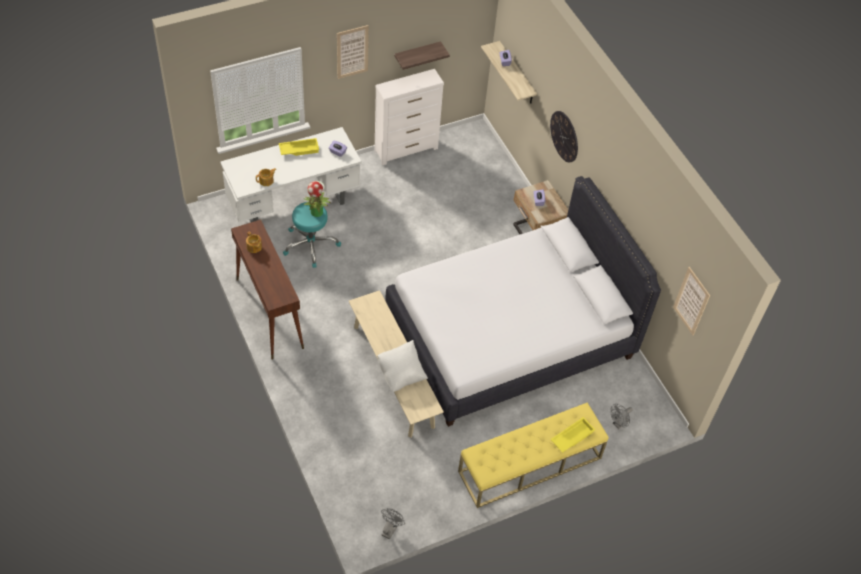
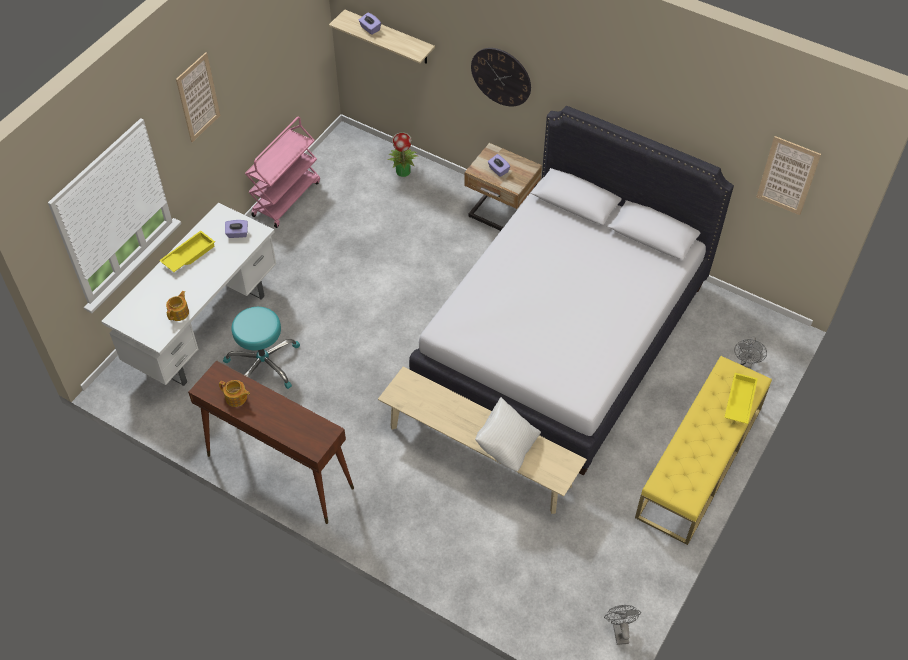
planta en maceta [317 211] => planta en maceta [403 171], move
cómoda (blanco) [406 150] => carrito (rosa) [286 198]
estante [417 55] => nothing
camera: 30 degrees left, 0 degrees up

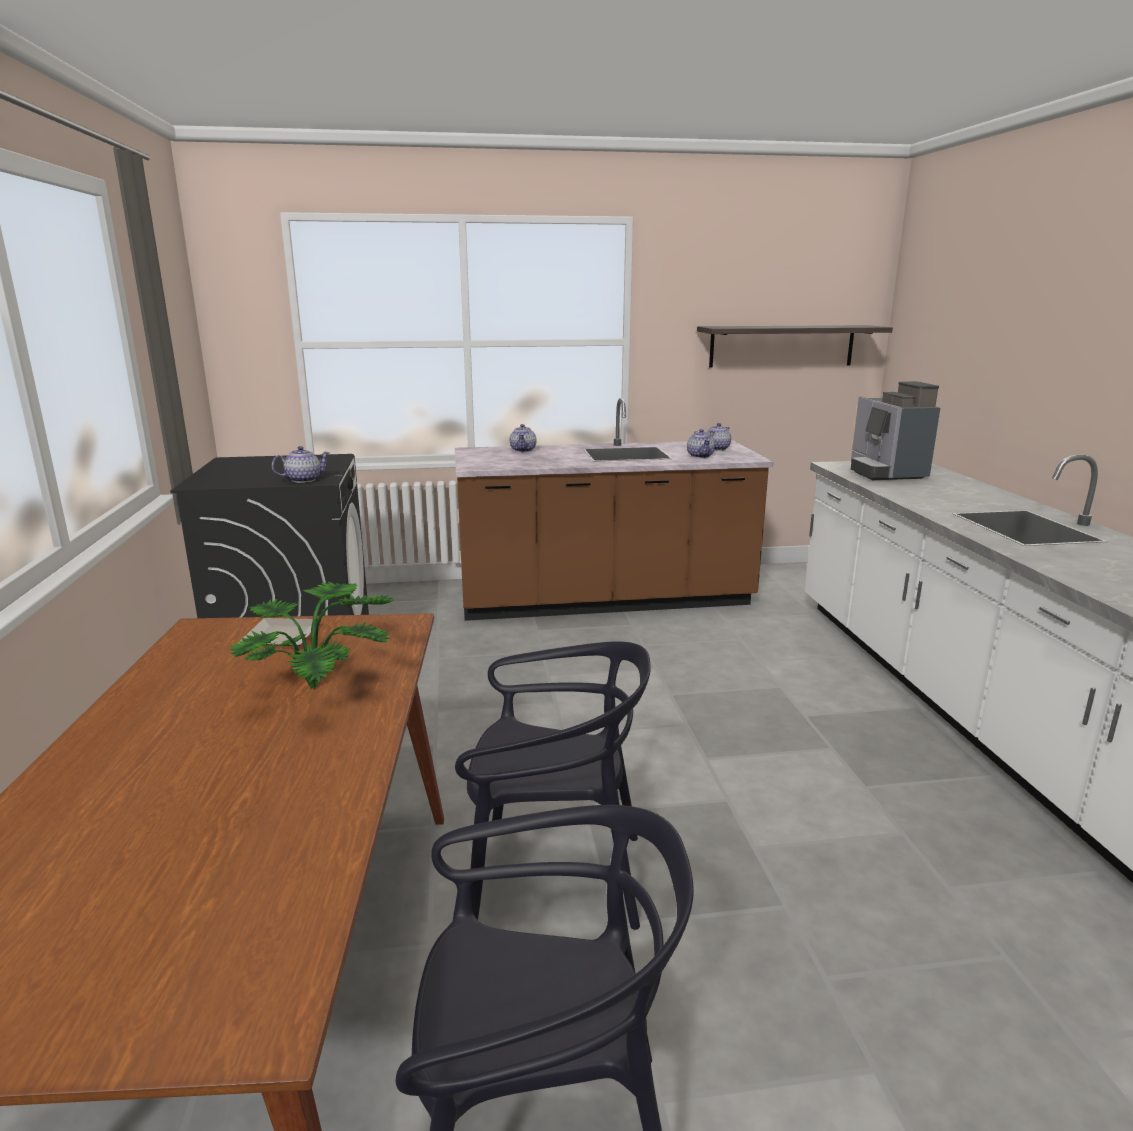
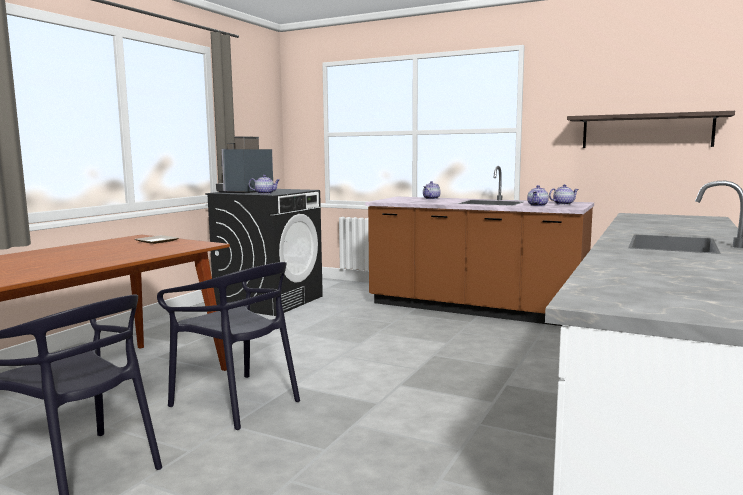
planta en maceta [324 687] => nothing
cafetera [885 473] => cafetera [245 191], move
camera: 35 degrees right, 10 degrees down

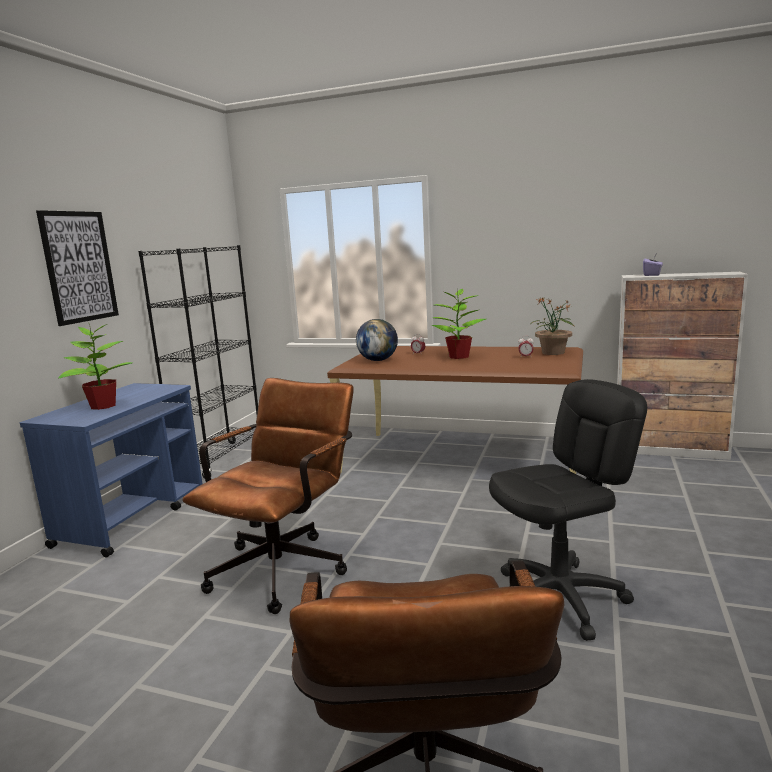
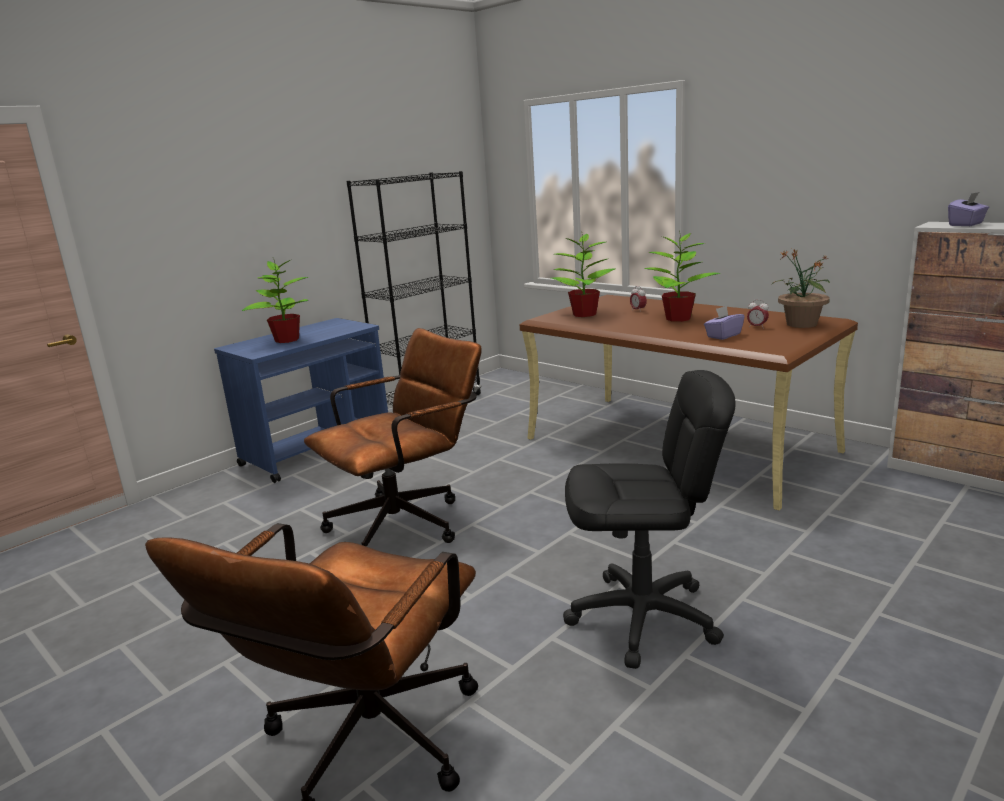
cuadro [79 267] => nothing
globo terráqueo [378 360] => planta en maceta [583 314]
nothing => caja de pañuelos (morado) [723 335]
camera: 25 degrees right, 5 degrees up

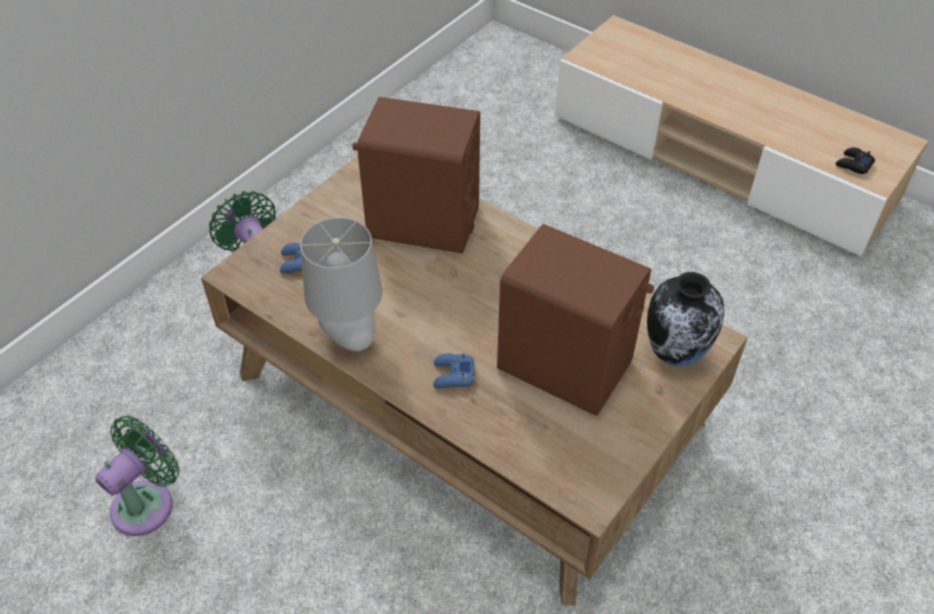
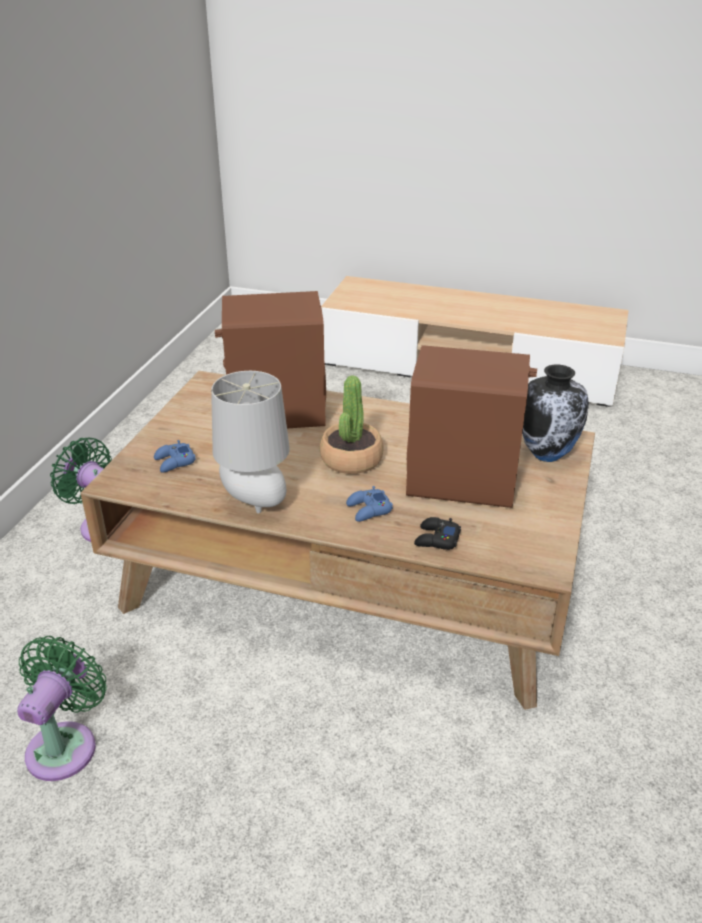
mando de consola (negro) [853 164] => mando de consola (negro) [436 539], move
nothing => planta en maceta [351 459]
camera: 20 degrees left, 15 degrees down

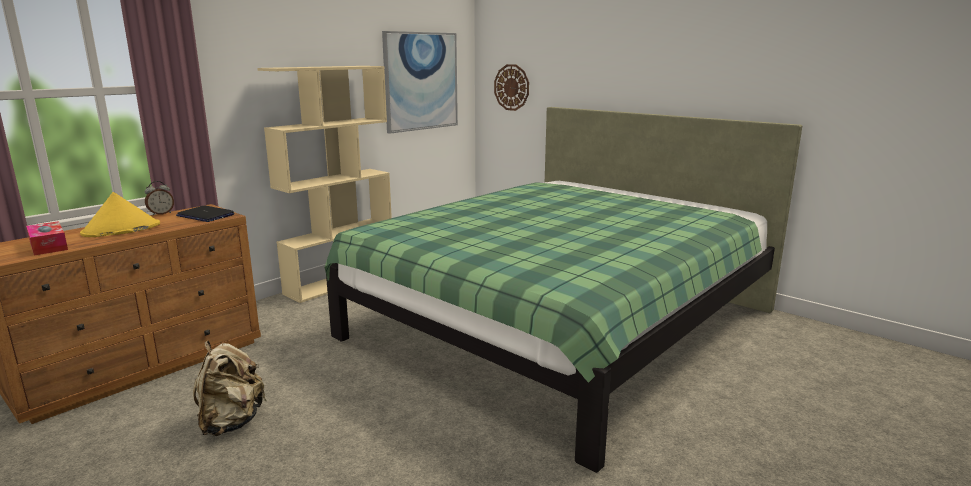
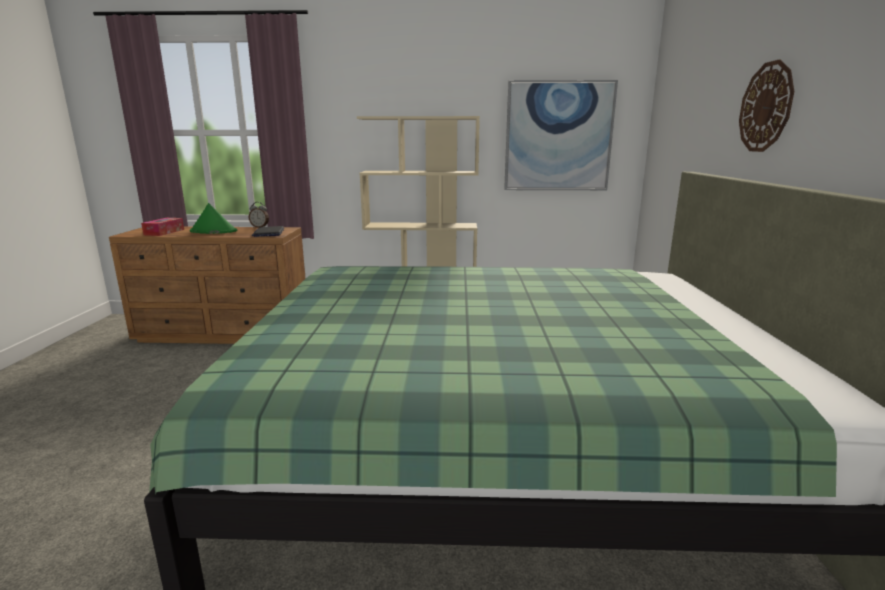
sombrero (amarillo) [121 229] => sombrero (verde) [213 231]
mochila (beis) [231 422] => nothing
reloj de pared [511 87] => reloj de pared [766 107], move
camera: 50 degrees right, 0 degrees up

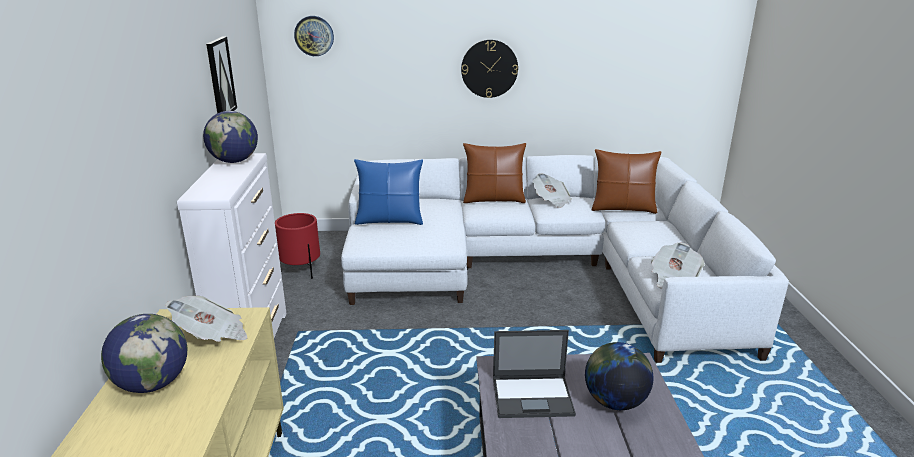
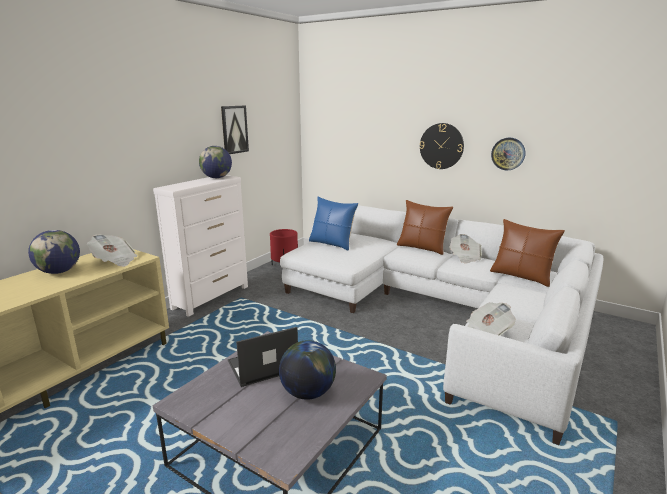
reloj de pared [314 36] => reloj de pared [508 153], move
portátil [533 396] => portátil [262 366], 120 degrees clockwise
camera: 35 degrees right, 5 degrees down

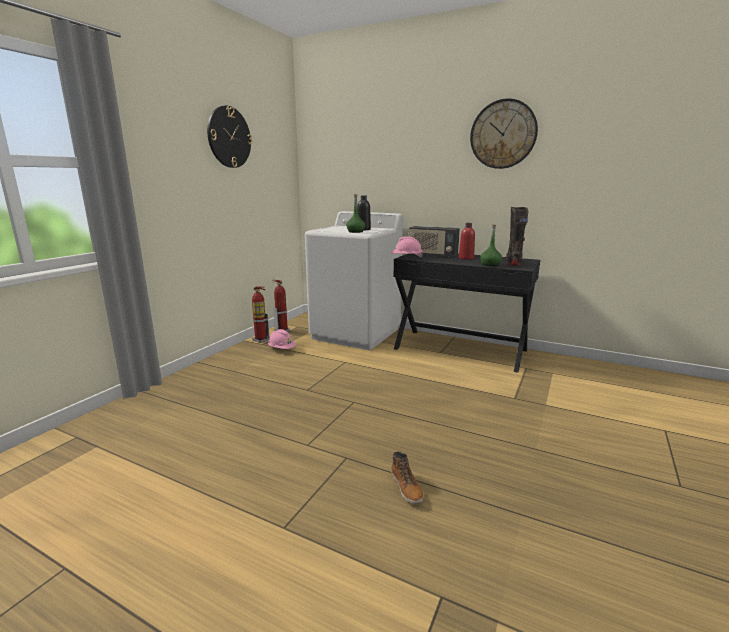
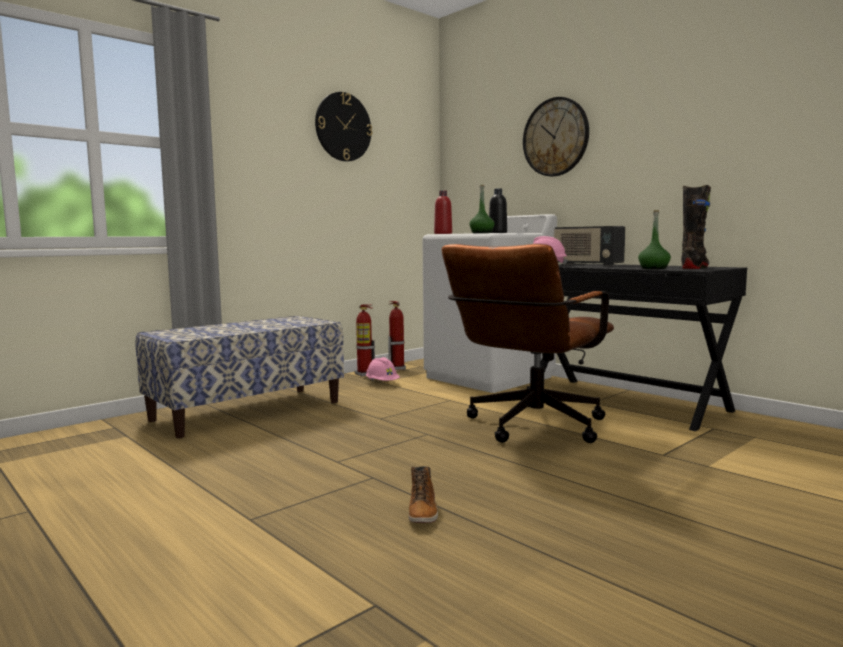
botella (rojo) [466 258] => botella (rojo) [443 233], move
reloj de pared [503 134] => reloj de pared [555 137], move
nothing => banco [247 410]
nothing => silla de oficina (marrón) [529 428]
camera: 20 degrees right, 10 degrees down

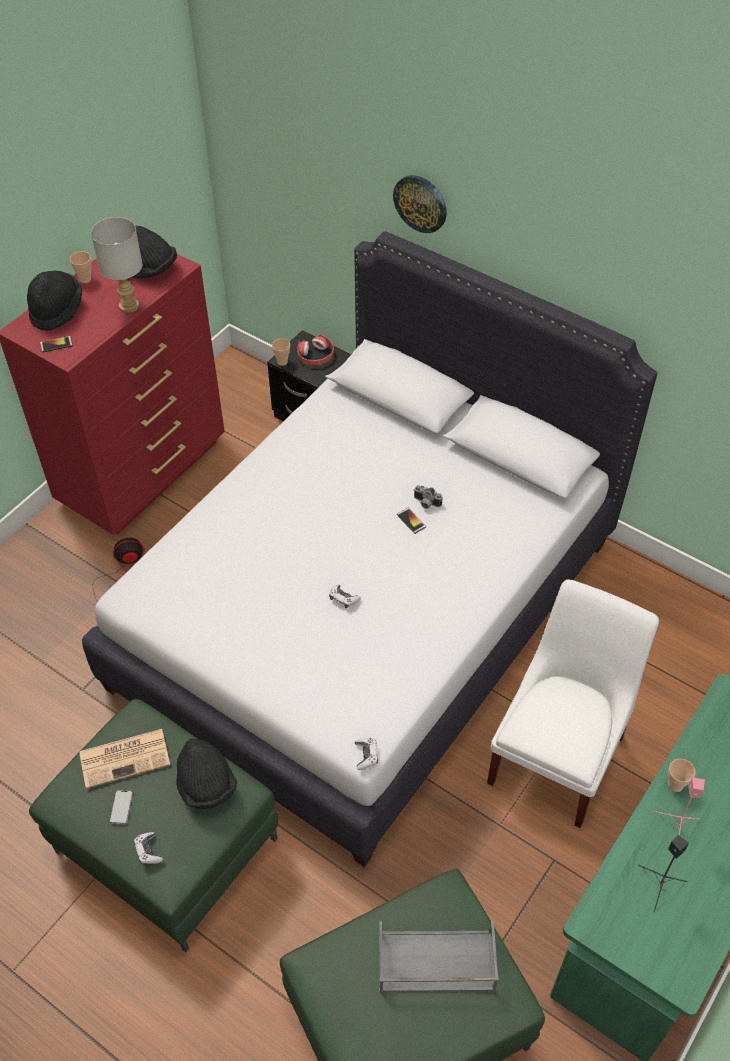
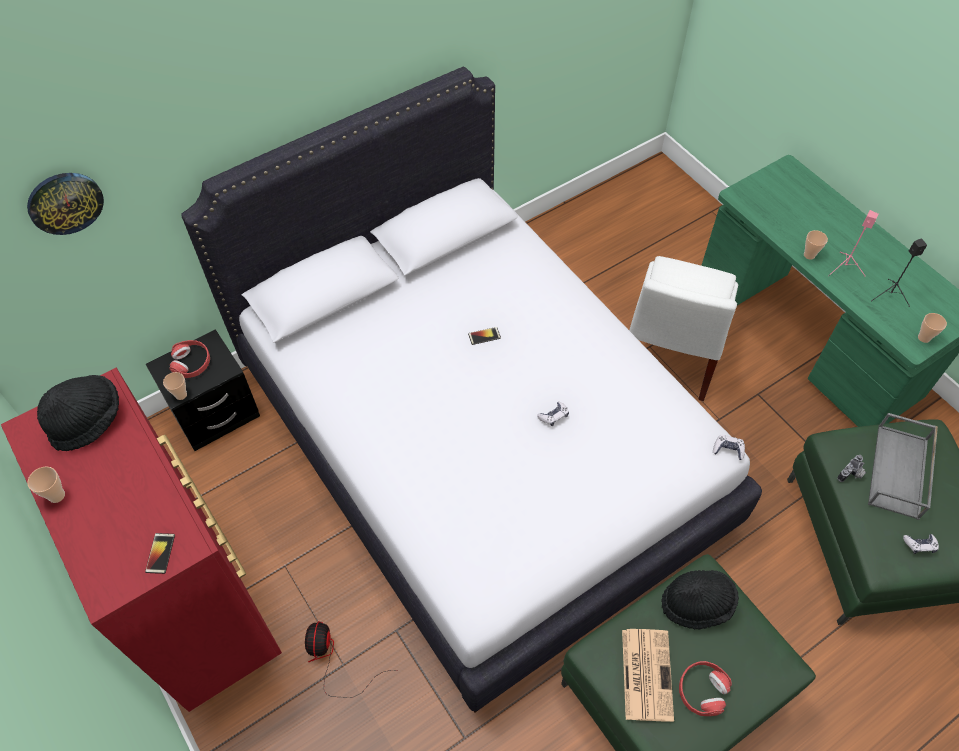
sombrero (negro) [57 310] => nothing
lámpara de mesa (gris) [130 306] => nothing
móvil [121 807] => auriculares (rojo) [702 690]
mando de consola [148 851] => mando de consola [919 545], move
reloj de pared [420 203] => reloj de pared [65 202], move
cámara [426 503] => cámara [851 474], move
silla (blanco) [559 754] => silla (blanco) [668 356], 120 degrees counterclockwise
nothing => taza [924 338]
camera: 70 degrees left, 5 degrees up

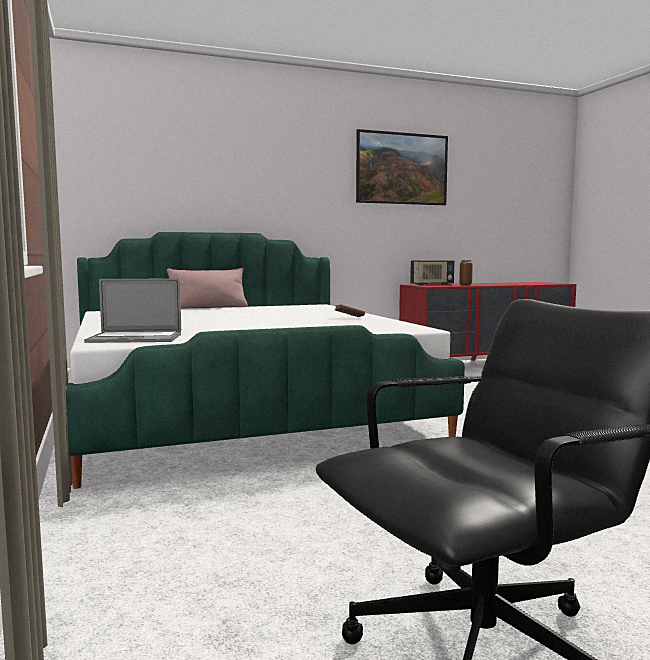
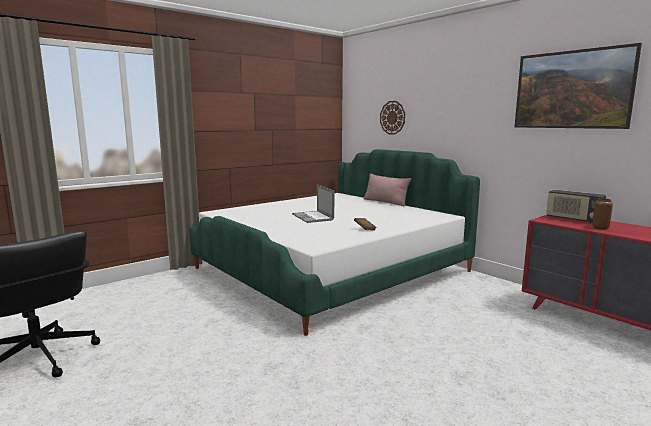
portátil [135 338] => portátil [312 217], move
nothing => reloj de pared [392 117]
camera: 70 degrees right, 5 degrees up

